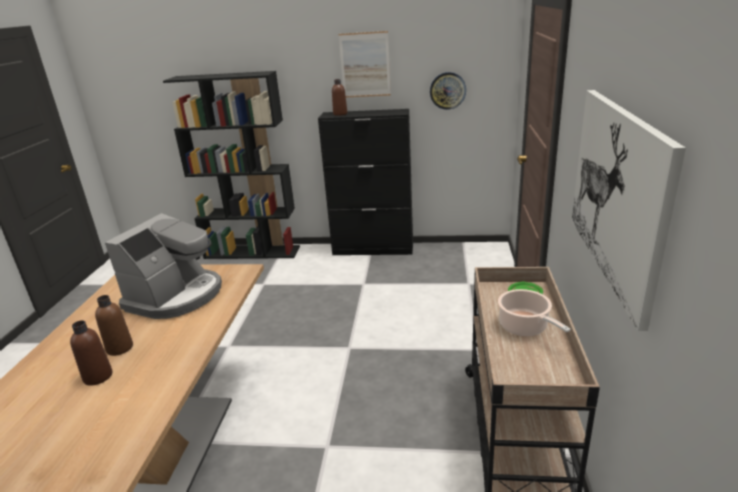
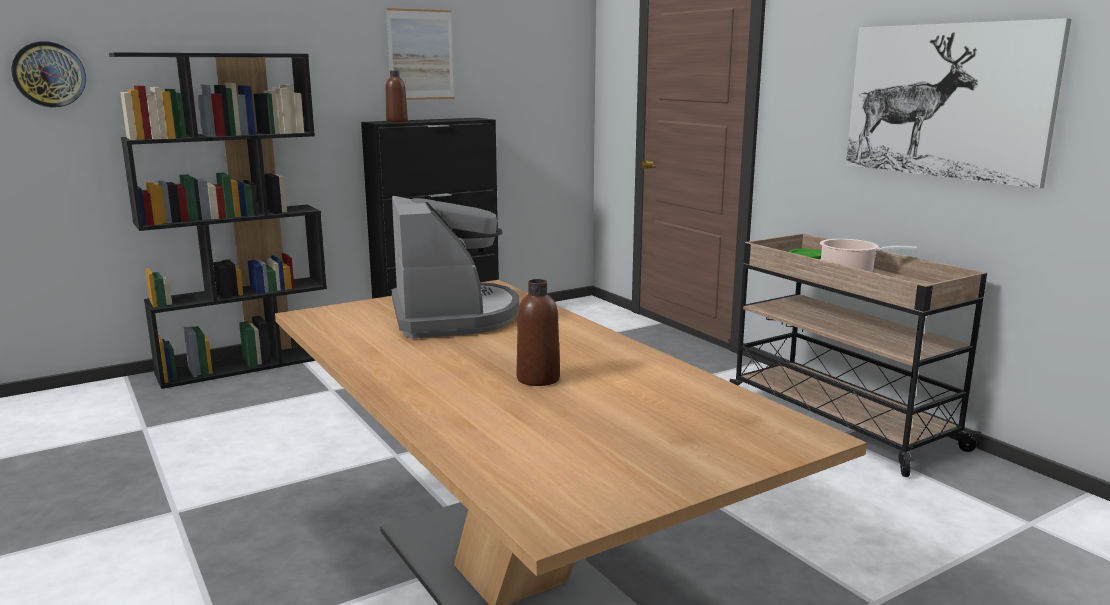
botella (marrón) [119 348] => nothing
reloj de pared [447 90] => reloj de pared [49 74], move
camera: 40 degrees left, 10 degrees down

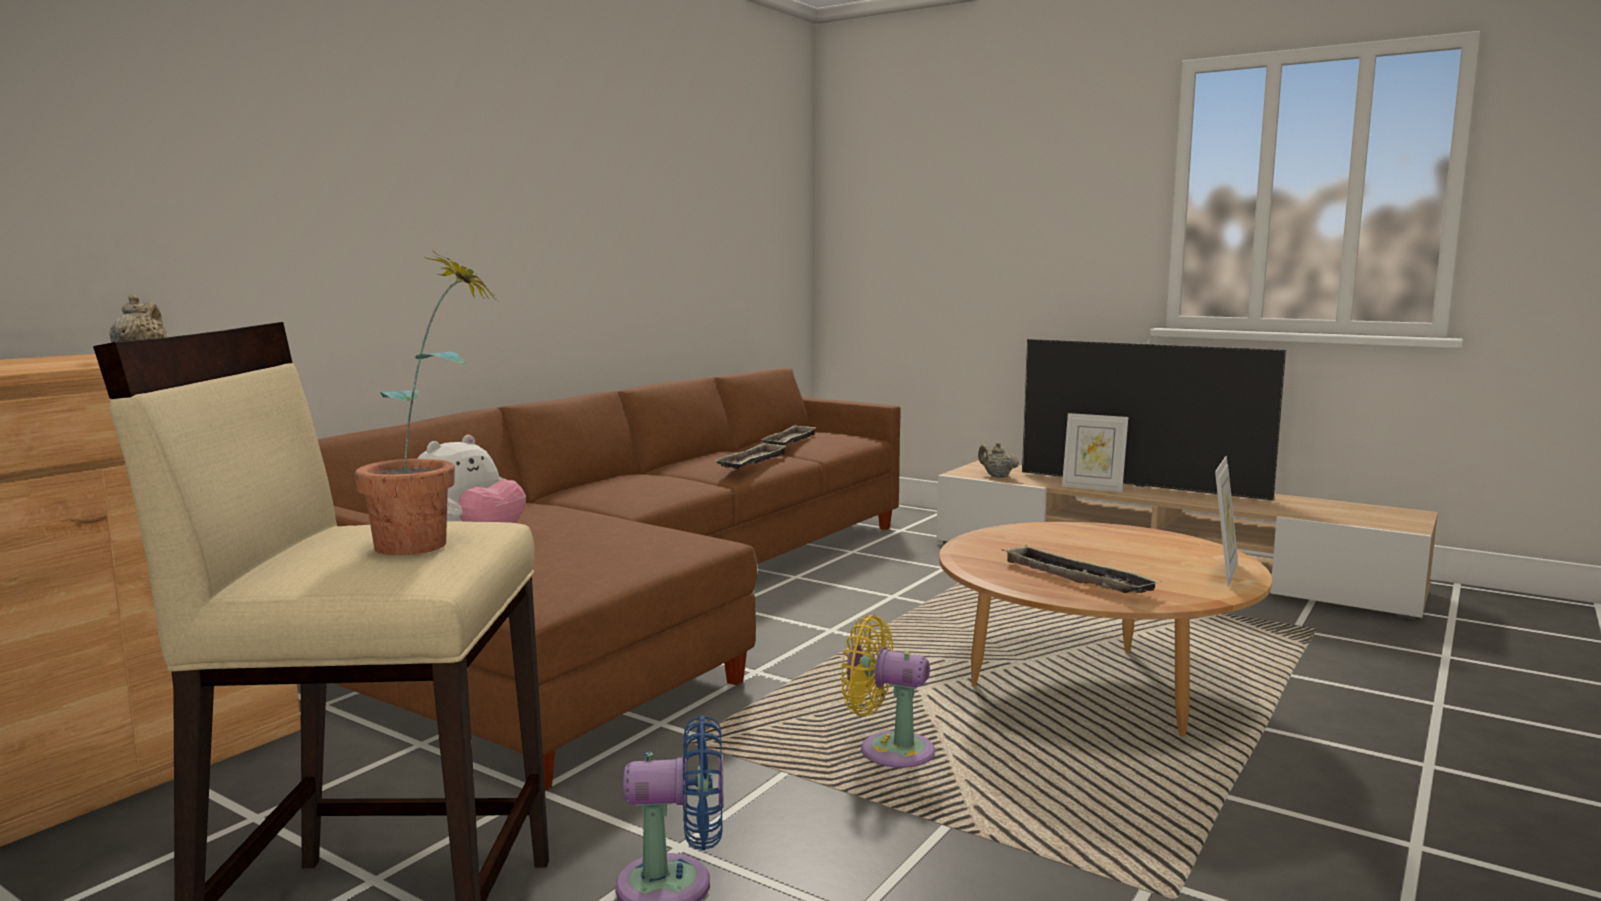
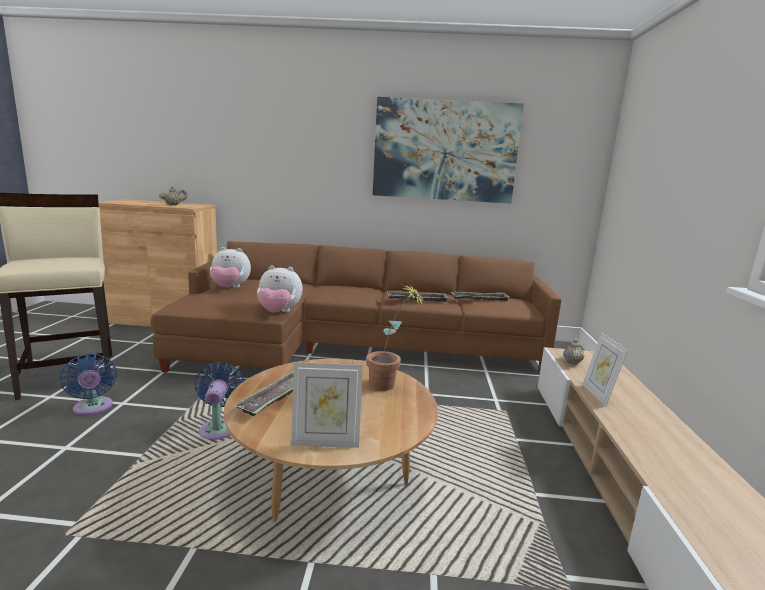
planta en maceta [433 542] => planta en maceta [389 386], move
ventilador (amarillo) [889 751] => ventilador (azul) [219 428]
televisor [1140 486] => nothing
nothing => peluche [278 312]
nothing => cuadro [445 151]
camera: 60 degrees right, 5 degrees up

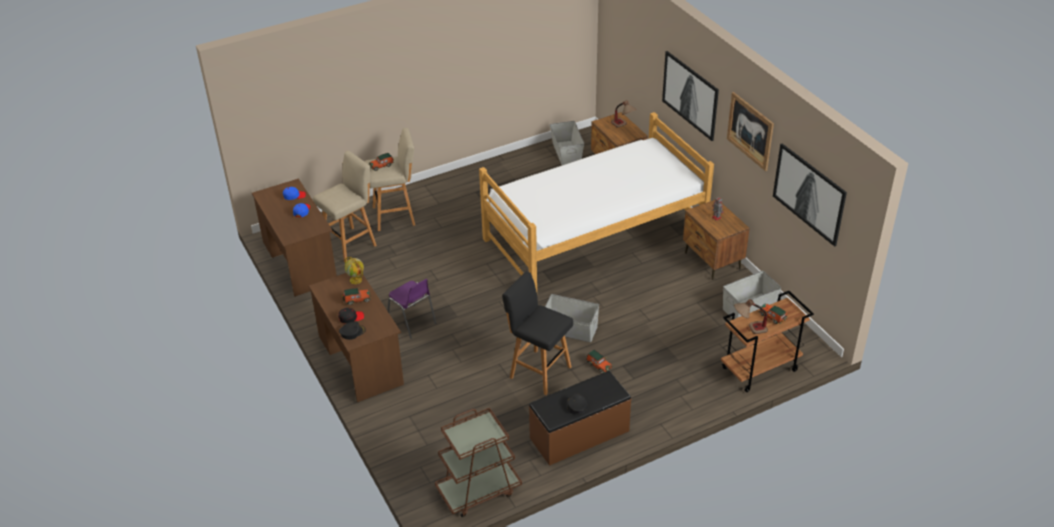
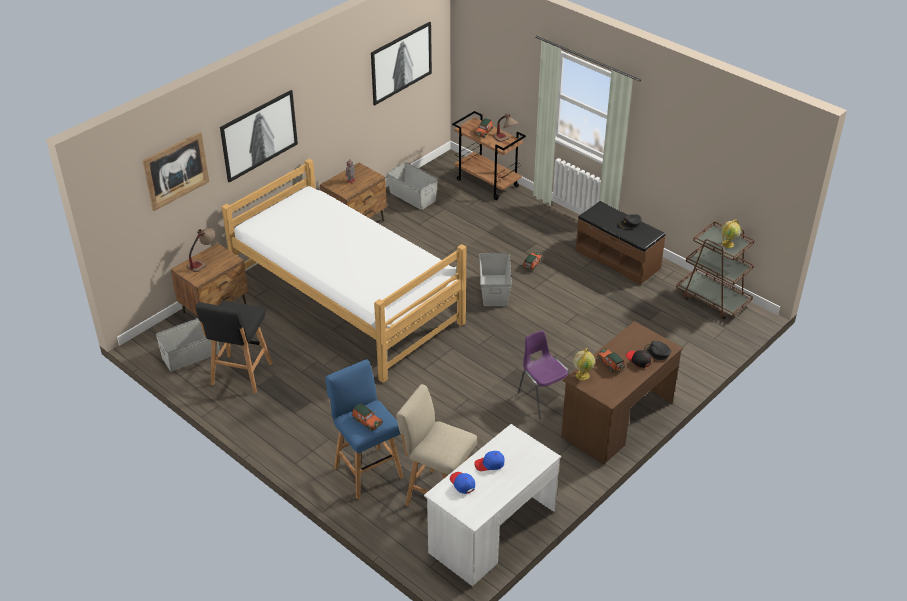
escritorio (marrón) [299 261] => escritorio (blanco) [492 532]
taburete (beis) [395 216] => taburete (azul) [367 471]
silla (morado) [412 322] => silla (morado) [543 398], 60 degrees counterclockwise
taburete (negro) [538 371] => taburete (negro) [240 375], move
cuadro [750 131] => cuadro [176 171], move
nothing => globo terráqueo [728 244]
camera: 110 degrees left, 0 degrees up

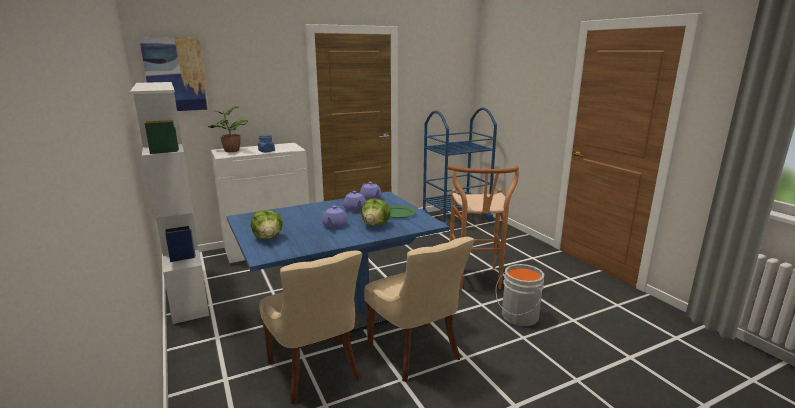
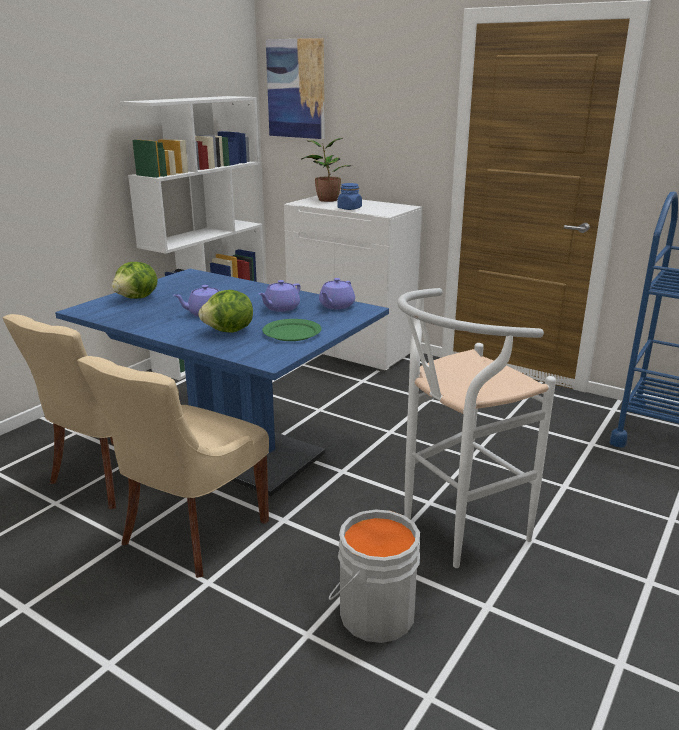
taburete (marrón) [477 281] => taburete (blanco) [454 533]
camera: 60 degrees right, 5 degrees up

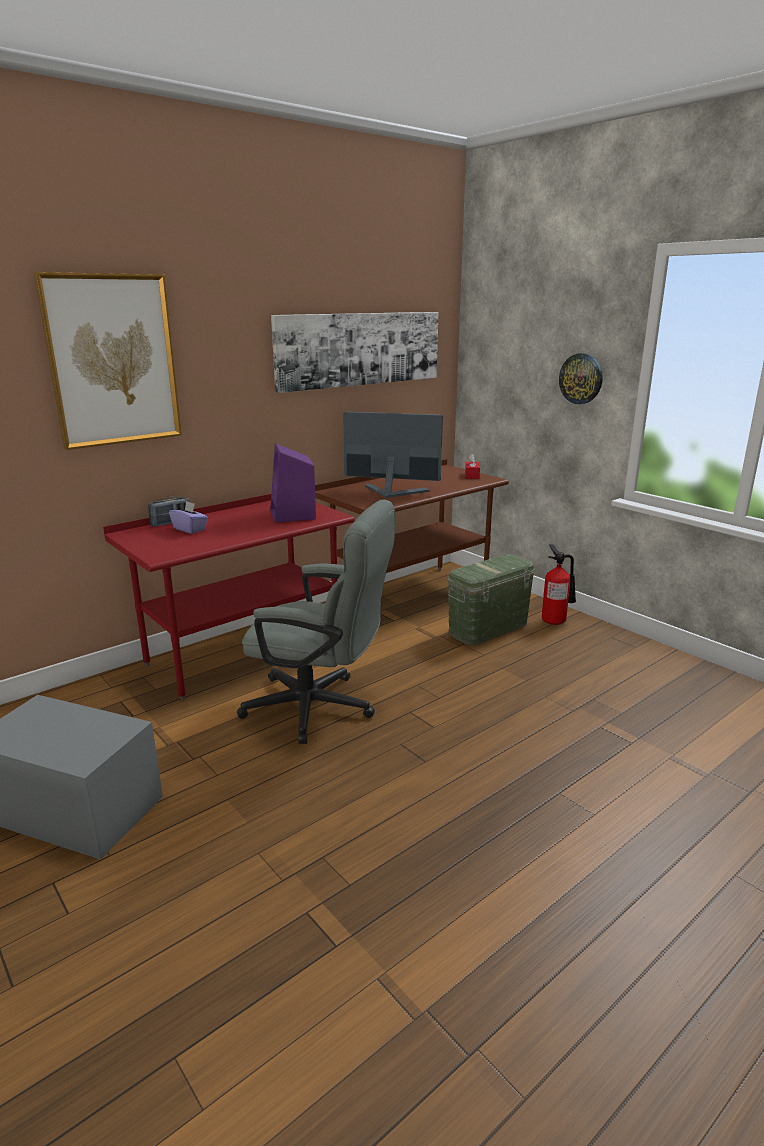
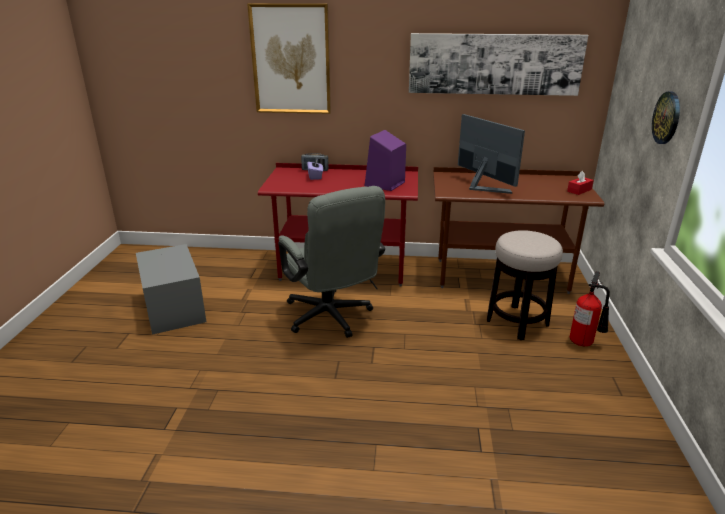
caja de almacenaje (verde) [488 628] => taburete [517 322]
camera: 45 degrees right, 5 degrees up

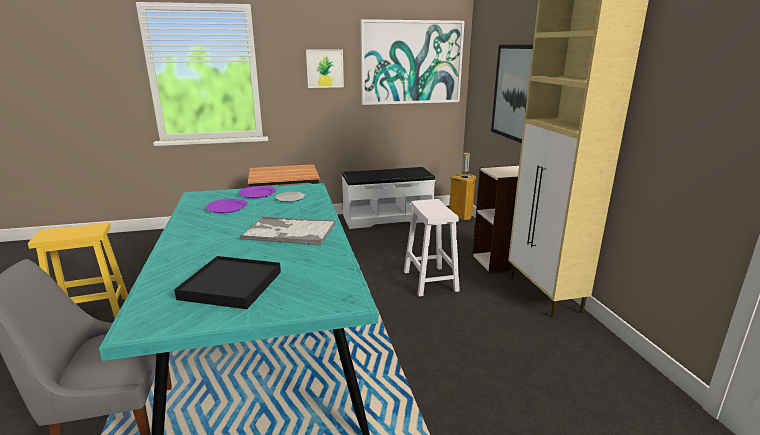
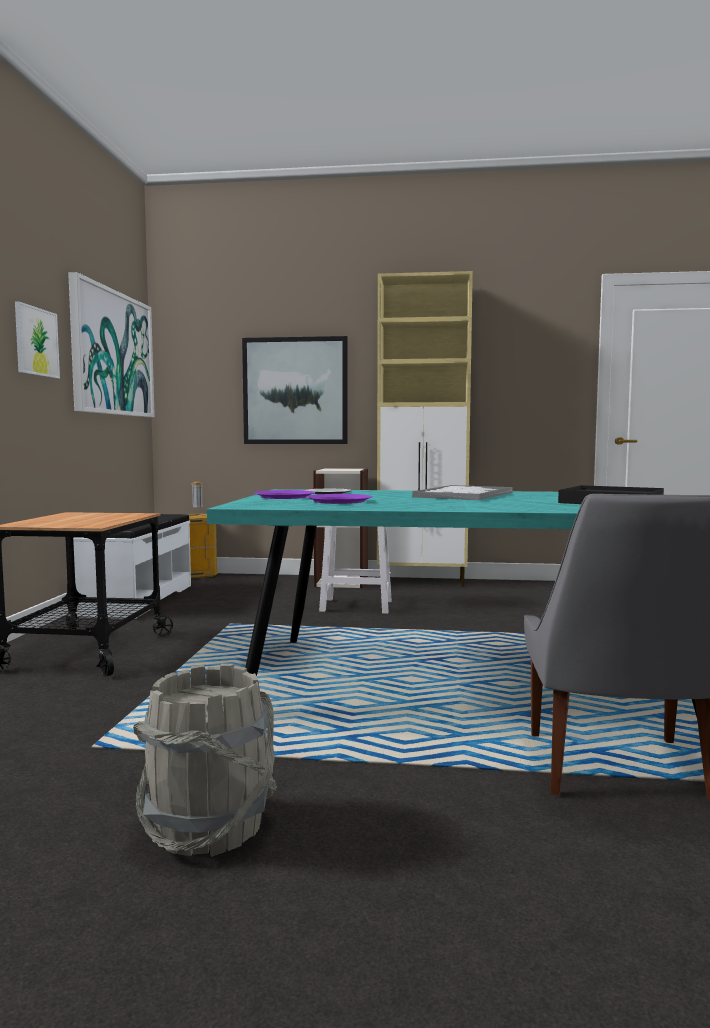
taburete (amarillo) [93 312] => cubo (gris) [208 826]
camera: 70 degrees left, 15 degrees down

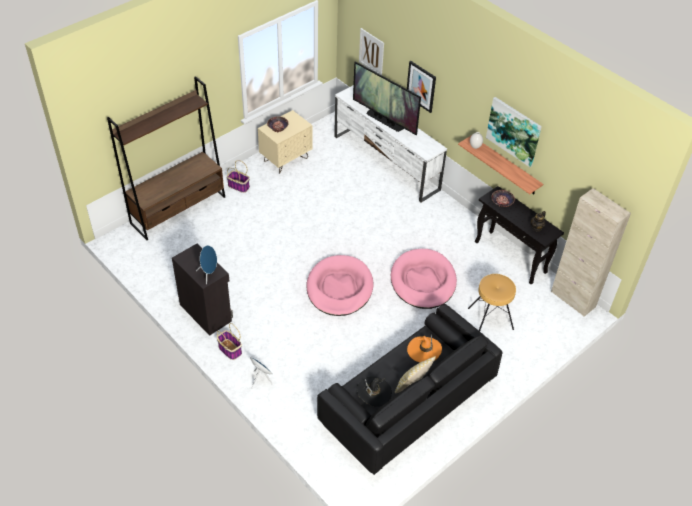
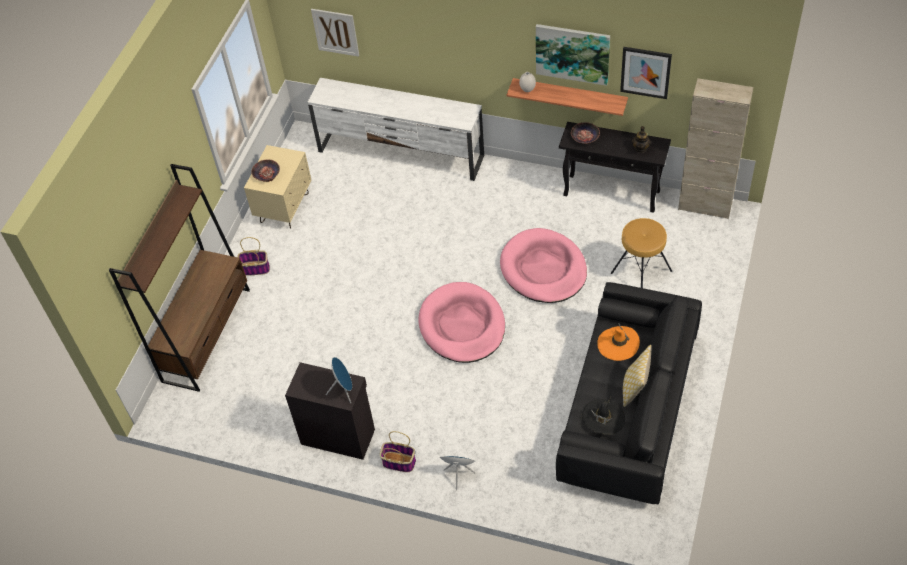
televisor [384 120] => nothing
cuadro [421 86] => cuadro [645 72], move
camera: 25 degrees left, 5 degrees up

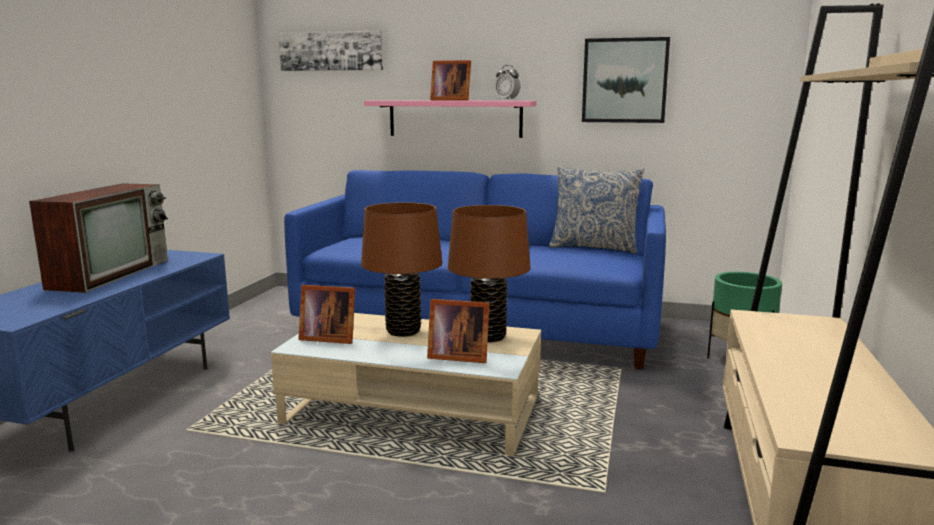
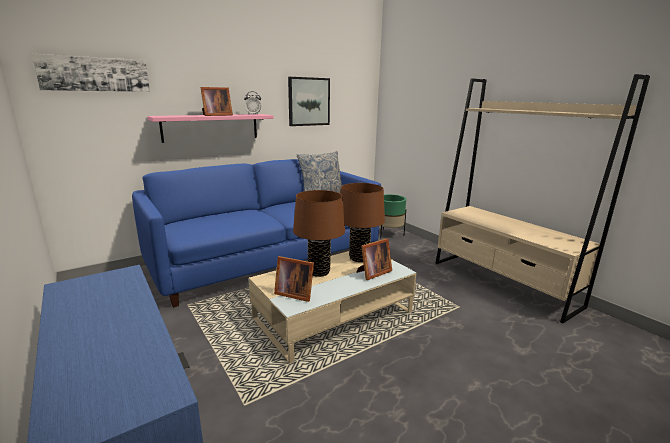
televisor [111 273] => nothing
portarretratos [327 338] => portarretratos [294 293], 60 degrees clockwise
camera: 50 degrees left, 5 degrees up

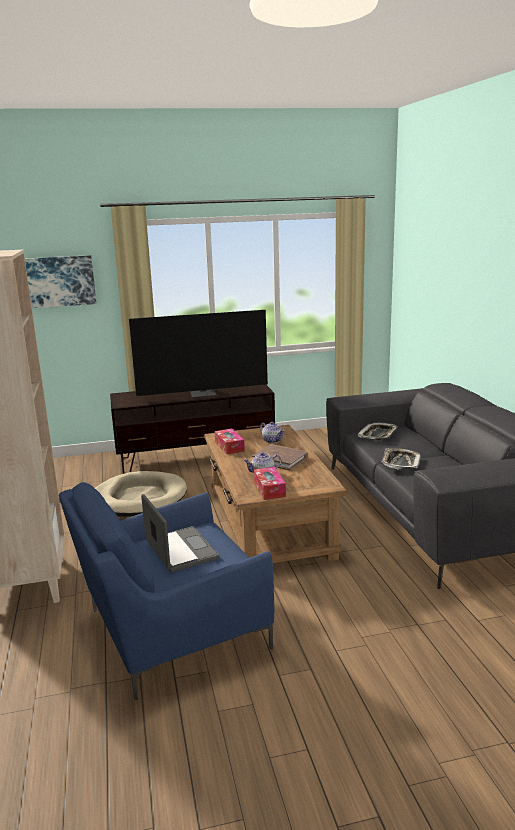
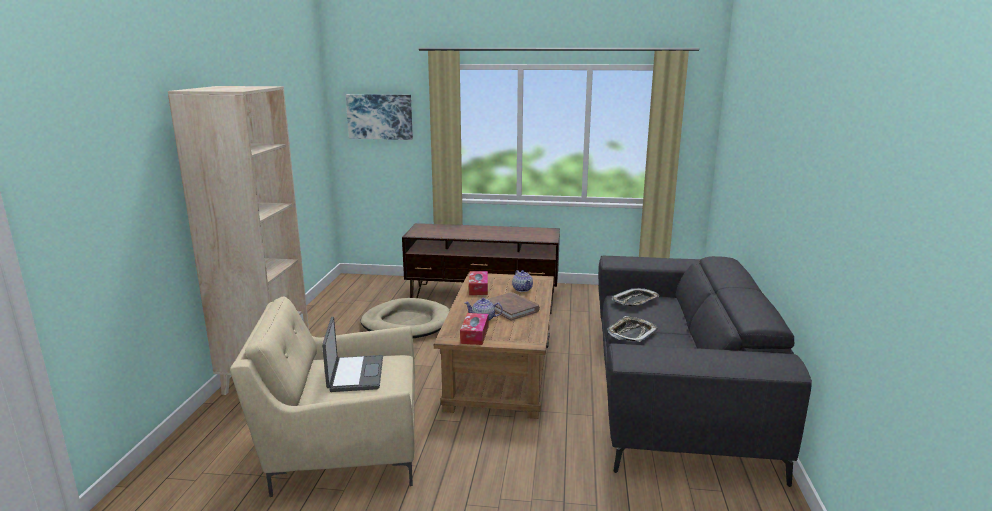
sillón (azul) [170 630] => sillón (beis) [341 445]
televisor [203 393] => nothing
camera: 20 degrees right, 0 degrees up

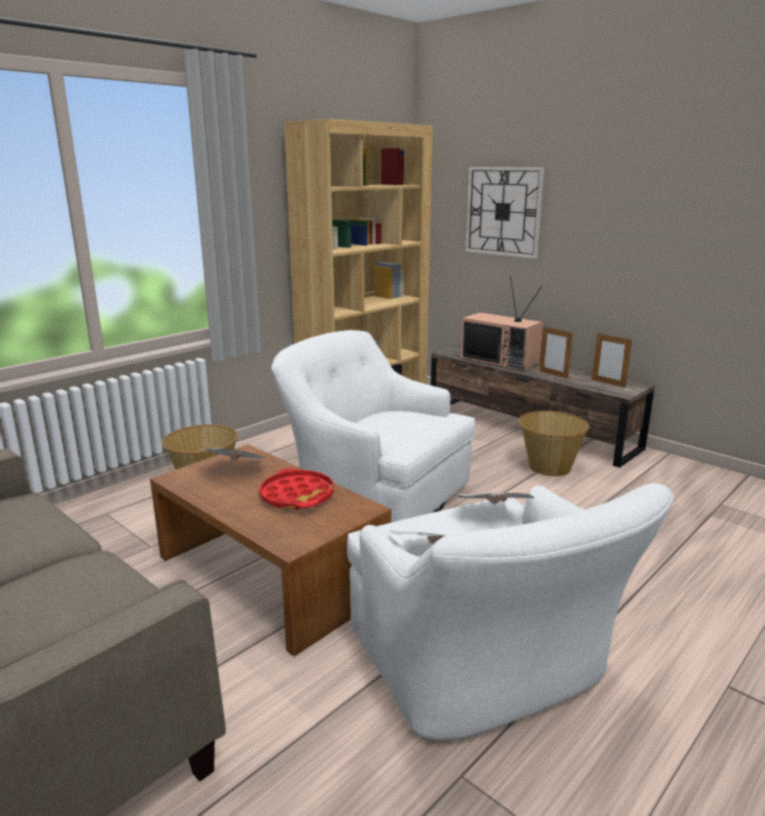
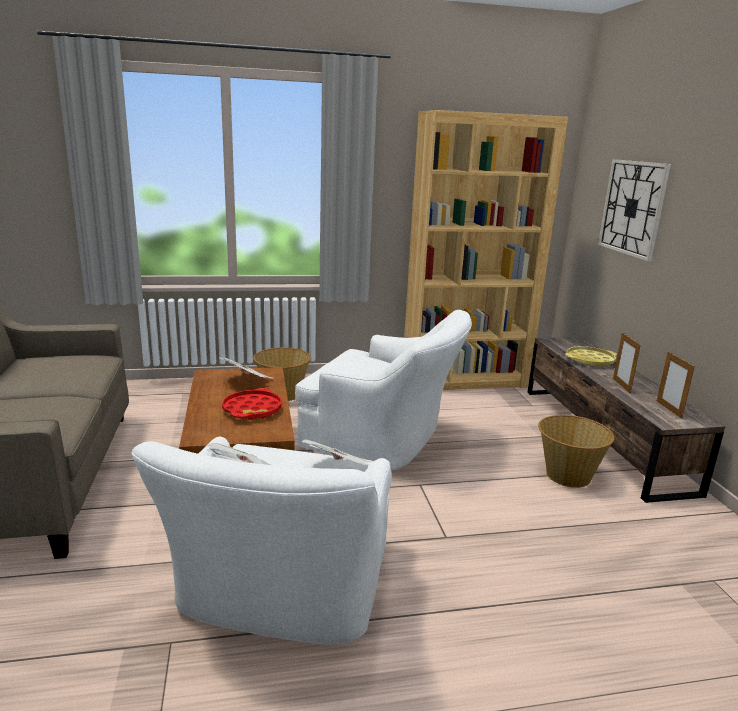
sillón (blanco) [373 493] => sillón (blanco) [383 440], 135 degrees clockwise
televisor [501 361] => bandeja (amarillo) [590 360]
camera: 35 degrees right, 0 degrees up

